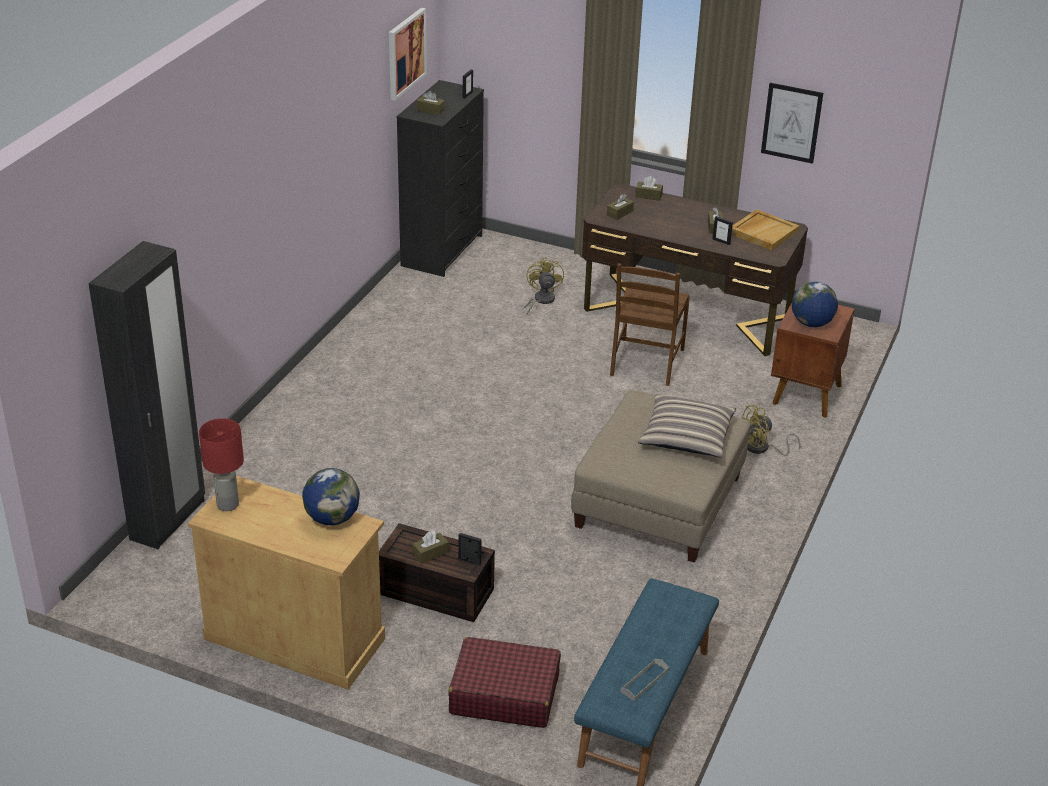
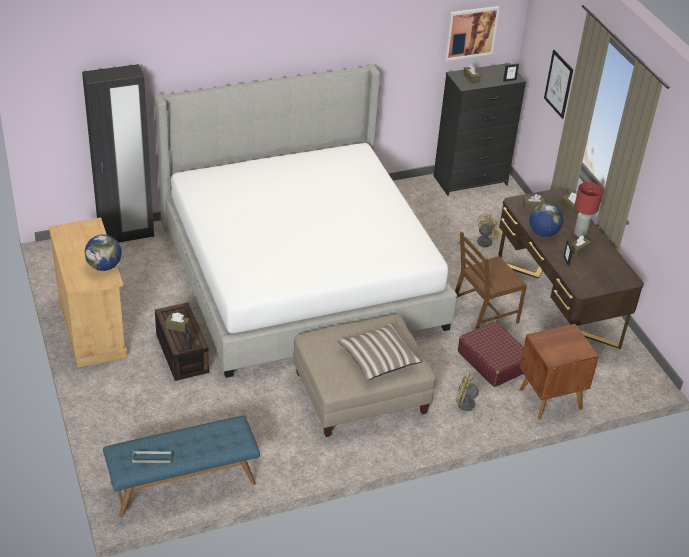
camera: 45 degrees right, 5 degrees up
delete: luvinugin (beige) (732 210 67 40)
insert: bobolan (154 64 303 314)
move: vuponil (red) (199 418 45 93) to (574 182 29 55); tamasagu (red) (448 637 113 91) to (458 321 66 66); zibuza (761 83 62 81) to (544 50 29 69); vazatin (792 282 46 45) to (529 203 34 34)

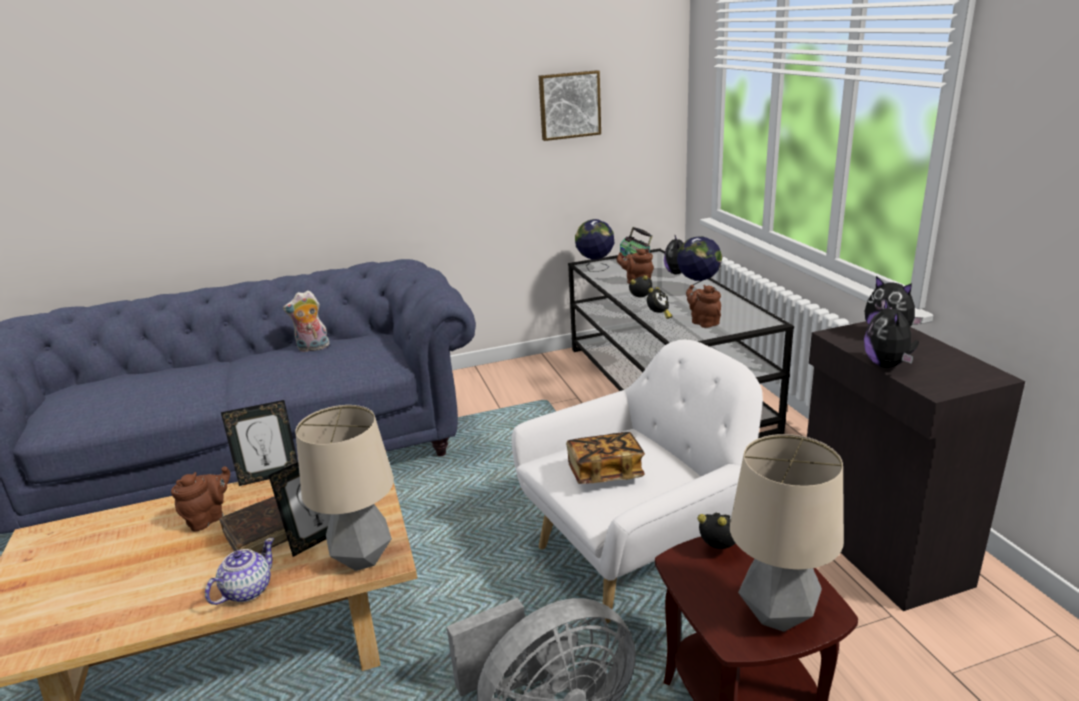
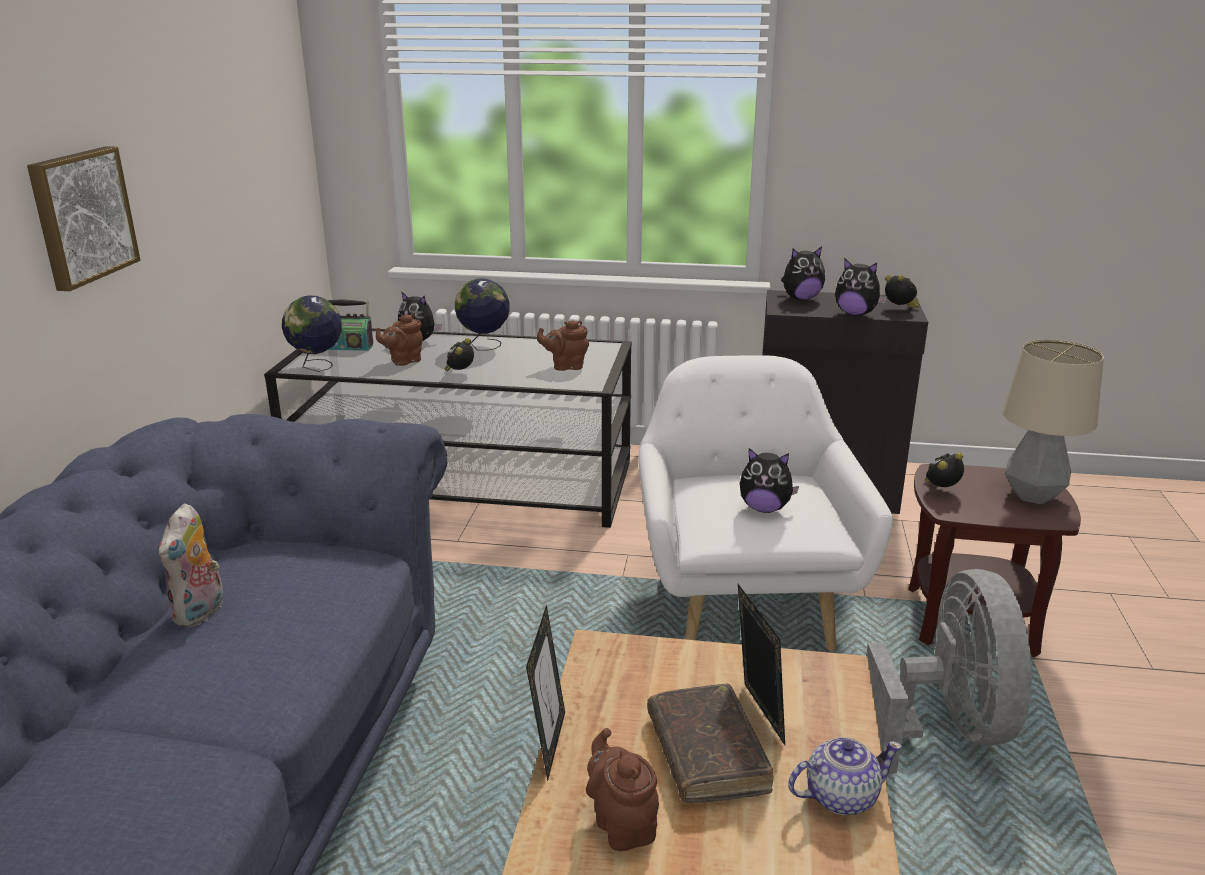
camera: 65 degrees left, 0 degrees up
delete: vuponil (295 405 99 166)
move: zibuza (539 70 62 71) to (27 146 114 145); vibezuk (647 287 25 32) to (885 274 35 34)
replace: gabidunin (566 432 79 52) to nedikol (740 448 59 65)
rotate: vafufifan (205 538 69 67) = (788 737 114 78) 105 degrees clockwise

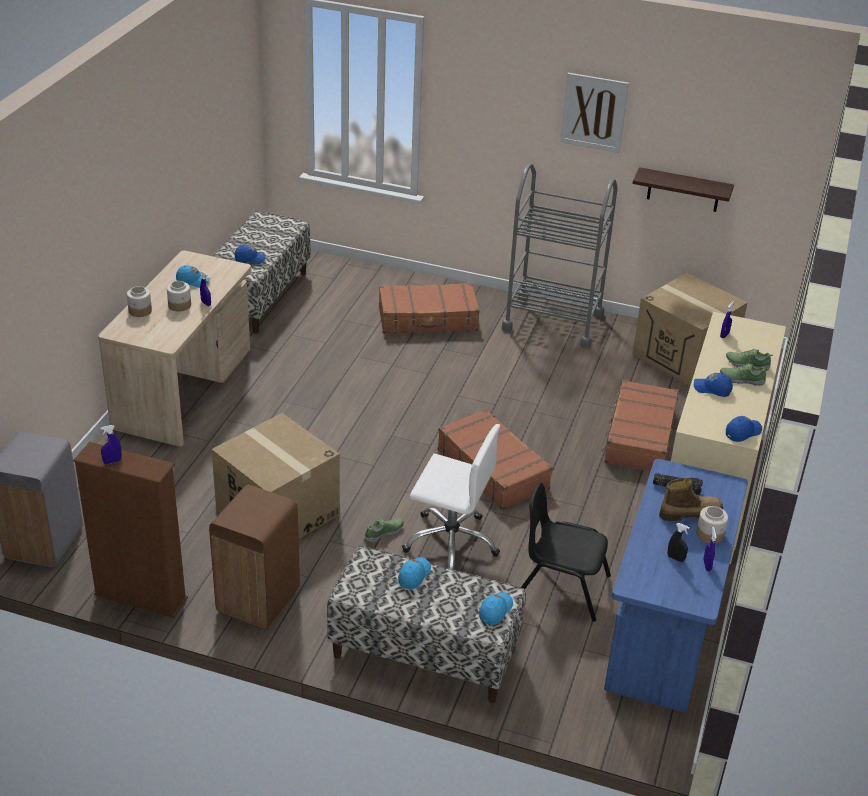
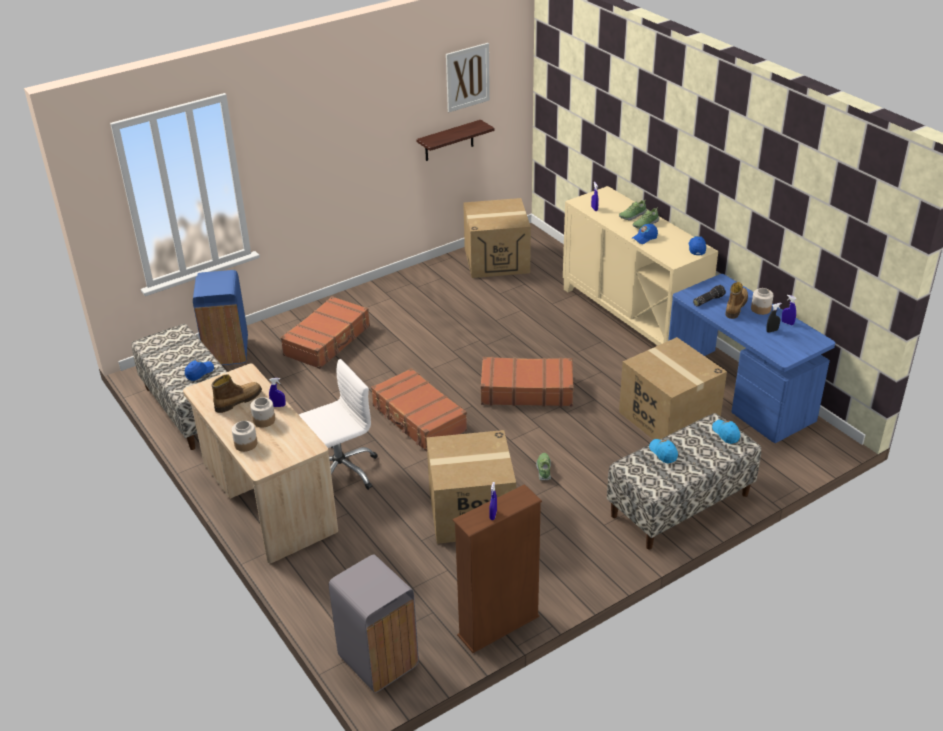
camera: 50 degrees left, 0 degrees up
delete: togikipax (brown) (209 485 91 145); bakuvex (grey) (502 164 116 184)
insert: togikipax (blue) (193 270 55 95)
move: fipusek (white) (402 424 98 146) to (299 359 79 131); zibuza (560 73 69 80) to (446 43 44 69); tamasagu (brown) (601 380 77 91) to (371 368 96 84)
replace: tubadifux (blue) (176 265 34 23) to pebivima (212 374 50 39); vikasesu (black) (521 482 90 140) to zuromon (619 337 108 103)

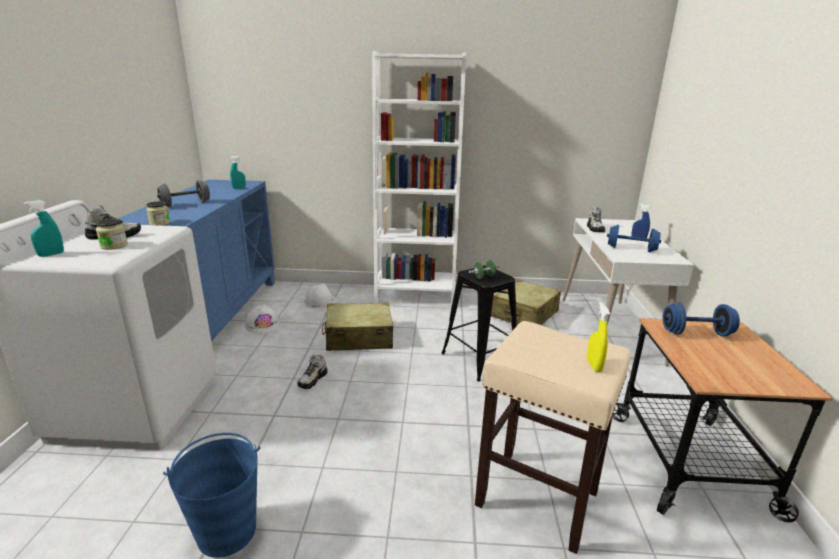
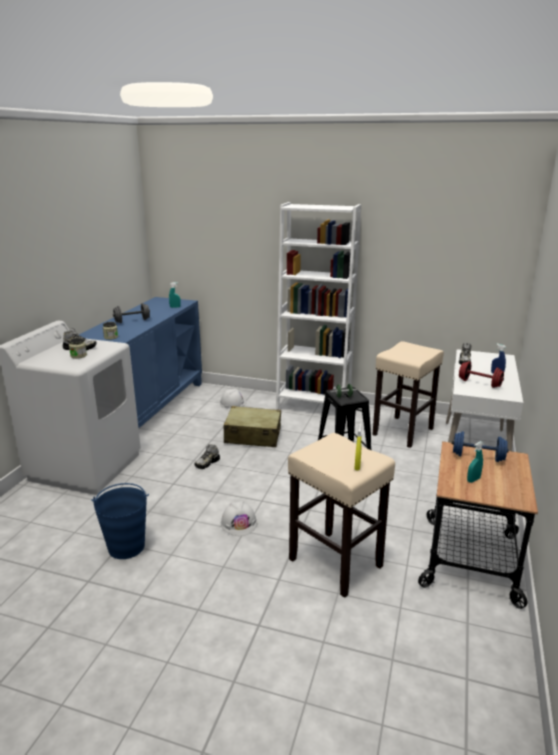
camera: 15 degrees right, 0 degrees up
move: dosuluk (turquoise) (24 200 40 57) to (467 441 17 42); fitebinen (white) (245 304 35 29) to (221 501 36 35)
replace: tamasagu (beige) (491 280 70 45) to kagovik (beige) (372 341 72 107)
recolor: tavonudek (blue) (607 225 54 27) to tavonudek (red) (459 361 45 27)

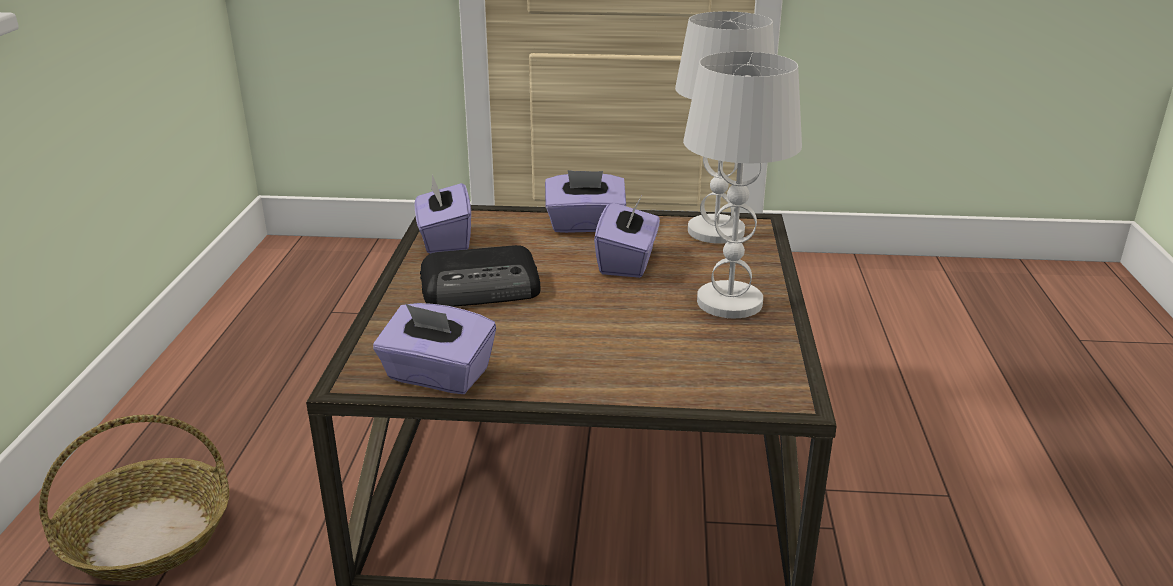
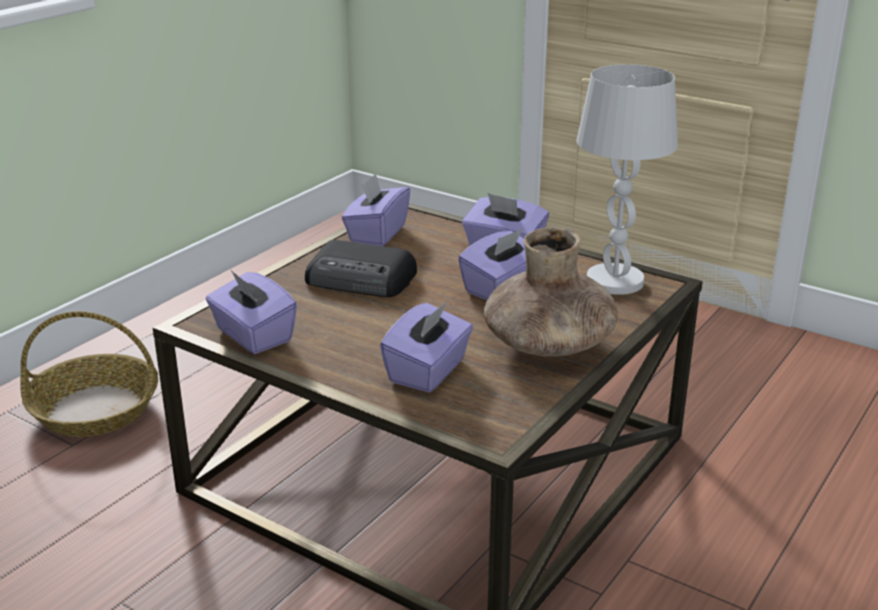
camera: 30 degrees right, 0 degrees up
insert: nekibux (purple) (380 301 93 91)
replace: vuponil (white) (683 52 119 266) to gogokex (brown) (484 227 134 130)

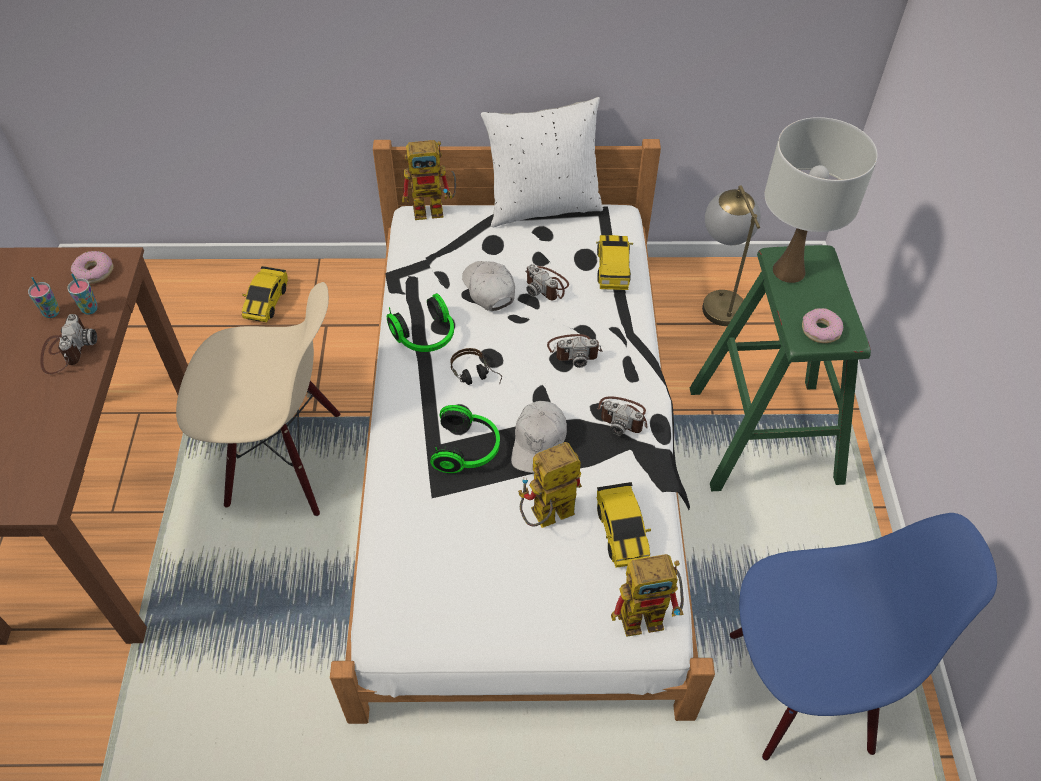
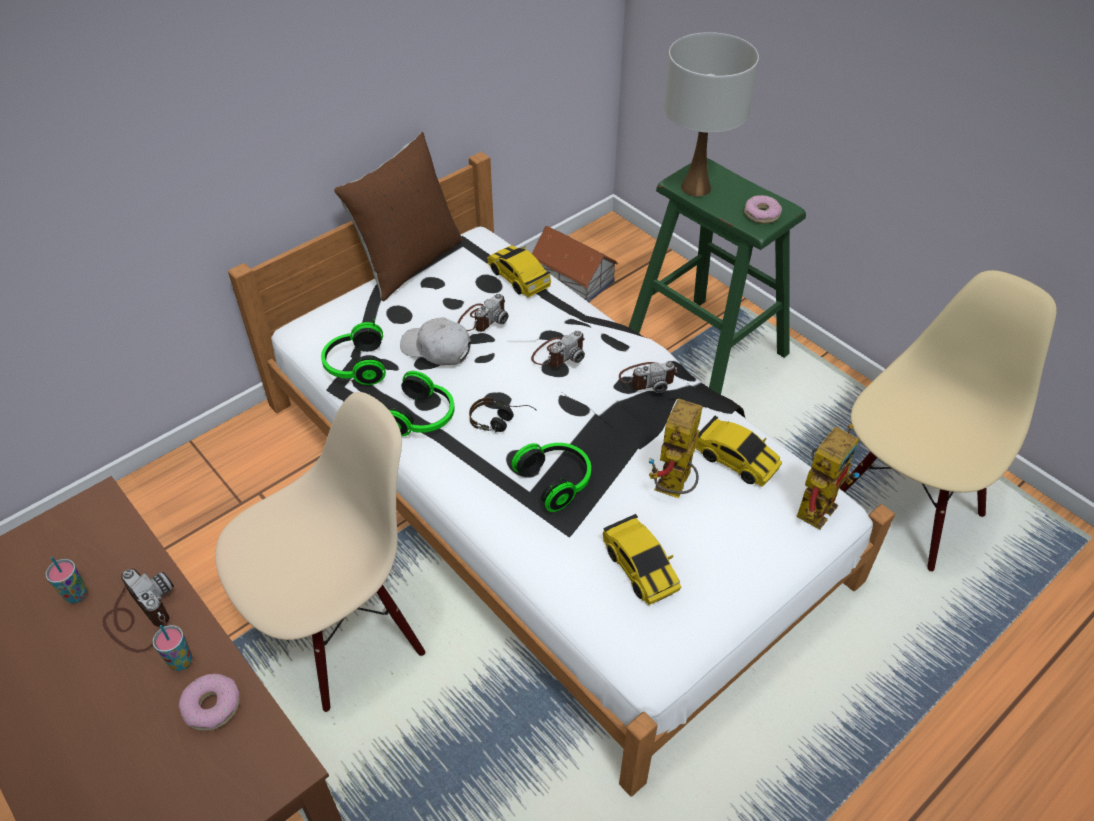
camera: 40 degrees left, 5 degrees down
delete: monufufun (402 140 54 80); tubadifux (white) (511 401 56 72)
insert: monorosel (321 318 65 67)
move: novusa (67 273 31 42) to (153 625 39 46); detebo (71 251 43 33) to (179 674 61 57); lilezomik (242 266 46 56) to (603 514 78 91)
replace: vuponil (702 185 59 141) to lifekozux (532 226 86 76)
recolor: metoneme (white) (481 97 122 130) to metoneme (brown) (334 132 129 169); vikasesu (blue) (730 513 267 247) to vikasesu (beige) (839 270 218 302)
rotate: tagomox (525 264 44 36) = (457 293 52 39) 60 degrees counterclockwise

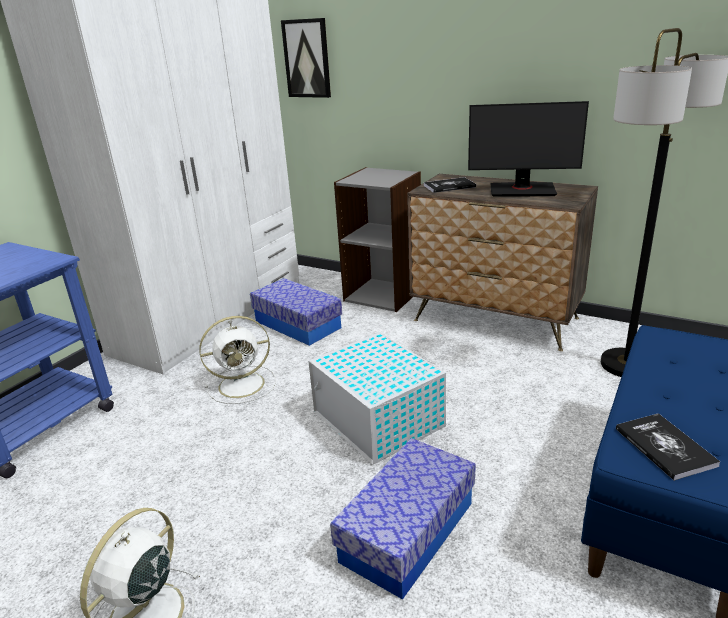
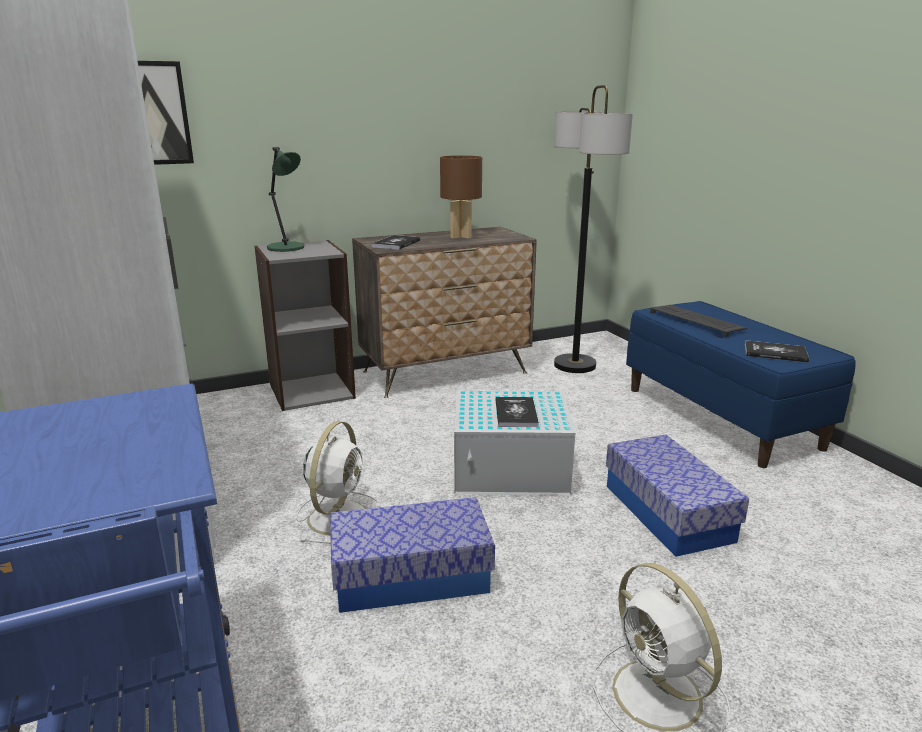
camera: 55 degrees left, 5 degrees down
insert: vuponil (green) (267 147 37 105); gabidunin (495 397 44 30); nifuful (650 305 98 32)
move: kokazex (250 278 92 68) to (330 497 165 116)
replace: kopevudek (468 101 121 96) to vuponil (brown) (440 155 42 84)

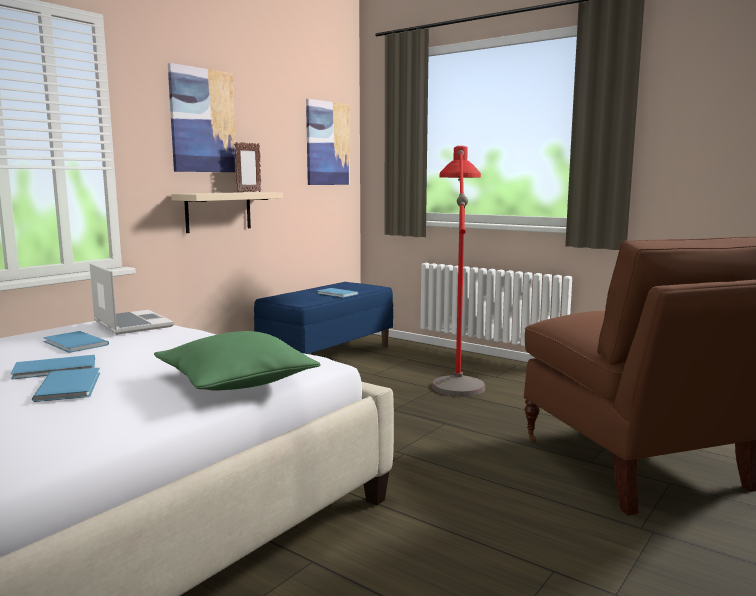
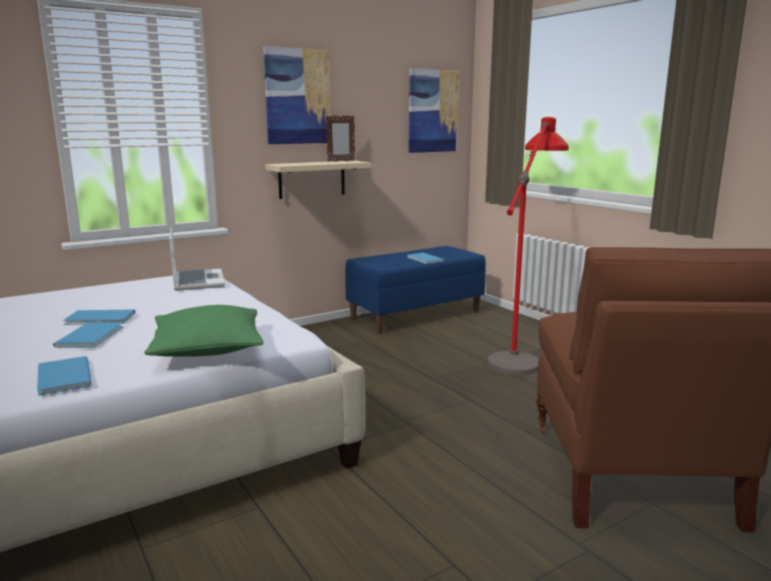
camera: 20 degrees right, 5 degrees up
move: gabidunin (blue) (43 331 66 22) to (37 356 55 40)

